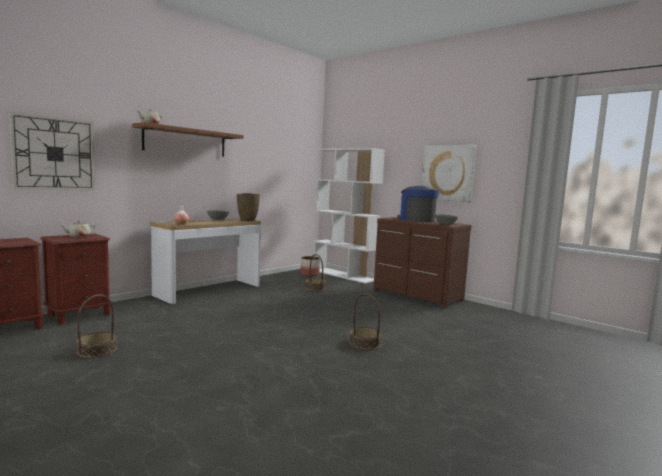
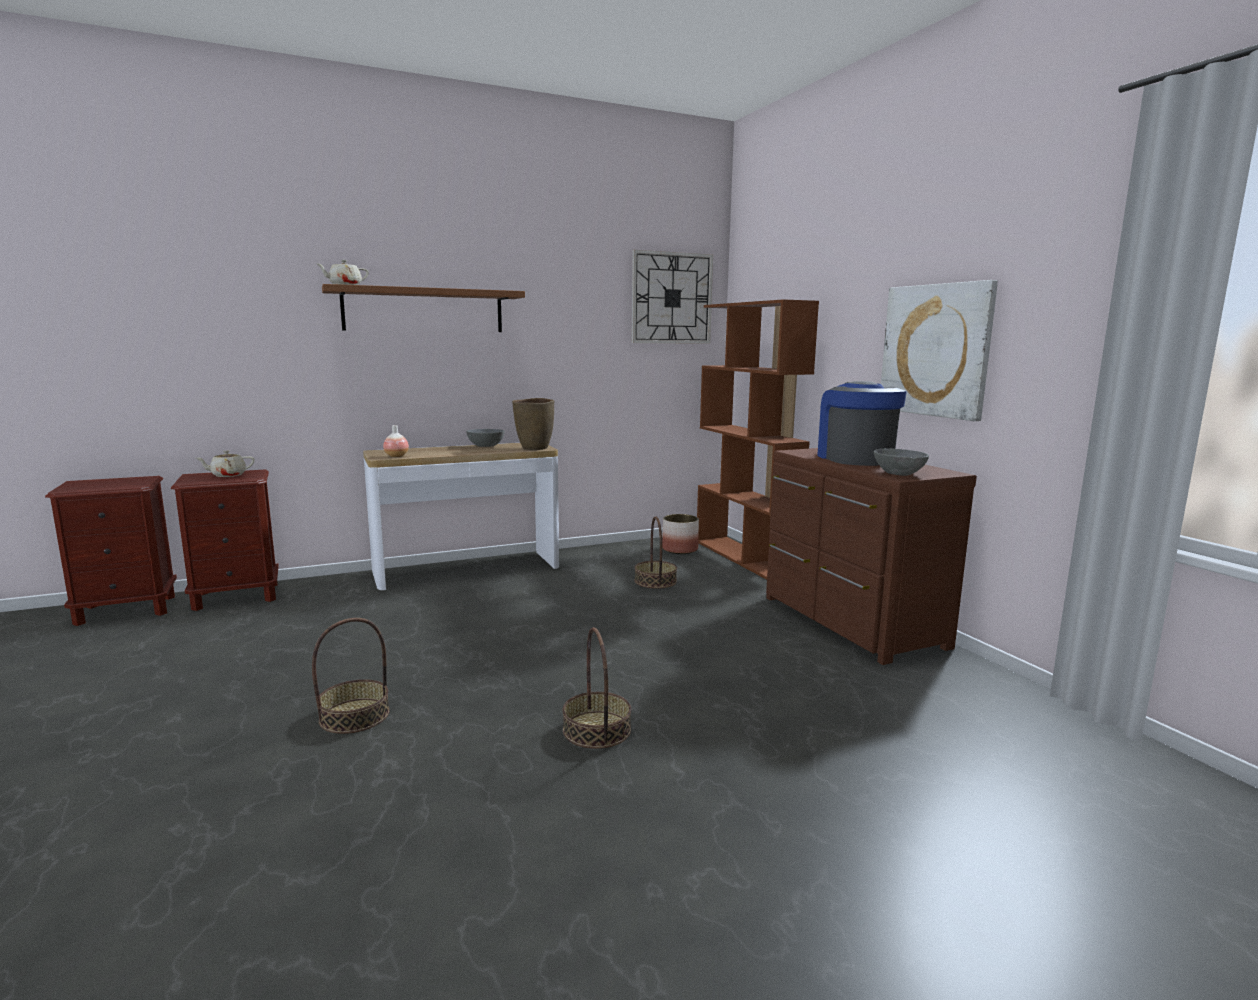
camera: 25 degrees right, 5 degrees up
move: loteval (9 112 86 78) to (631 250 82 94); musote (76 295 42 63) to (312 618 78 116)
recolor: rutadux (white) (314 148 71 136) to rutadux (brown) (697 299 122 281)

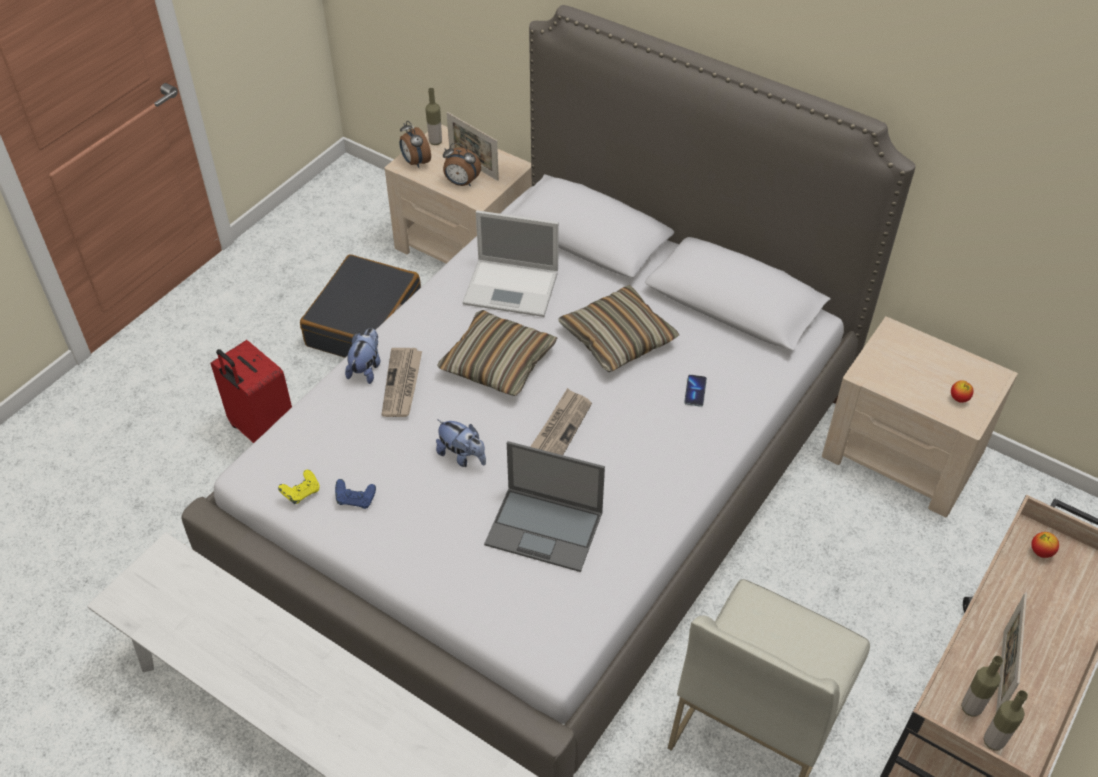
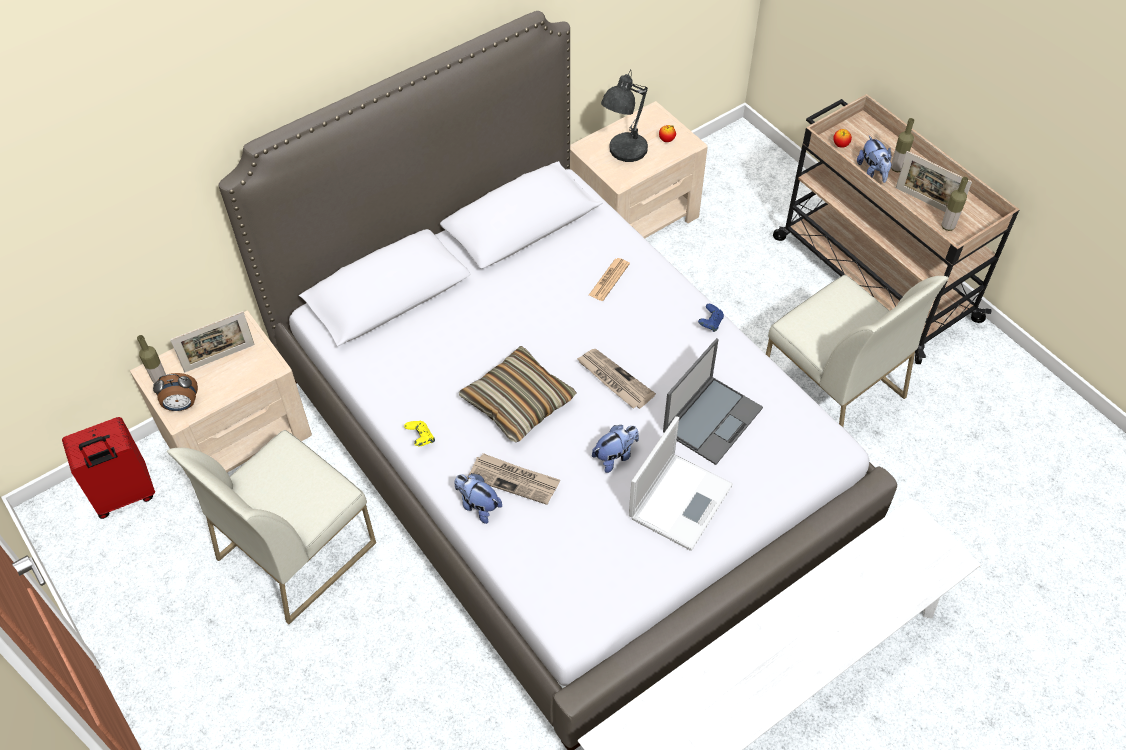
camera: 70 degrees left, 5 degrees up
delete: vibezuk (443 143 38 43); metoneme (559 285 120 87)
insert: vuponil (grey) (601 69 47 93); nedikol (857 136 35 47)
move: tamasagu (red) (211 340 81 103) to (62 417 93 102); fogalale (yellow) (278 470 41 34) to (404 421 31 25); fogalale (blue) (335 479 41 30) to (698 304 26 28); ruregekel (462 210 97 107) to (629 416 104 135); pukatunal (984 690 44 60) to (891 118 23 54)
replace: tamasagu (black) (300 254 121 104) to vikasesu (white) (167 430 209 195); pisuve (684 375 23 32) to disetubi (589 258 41 43)

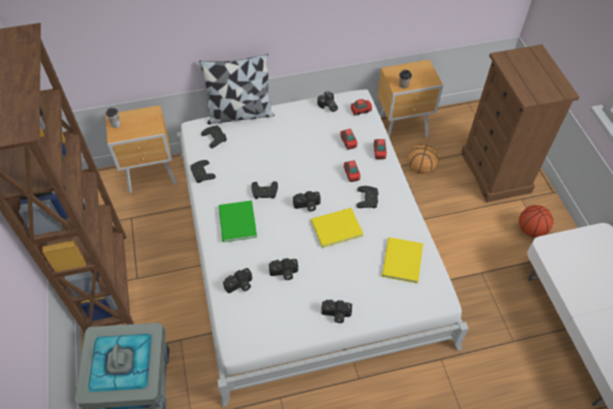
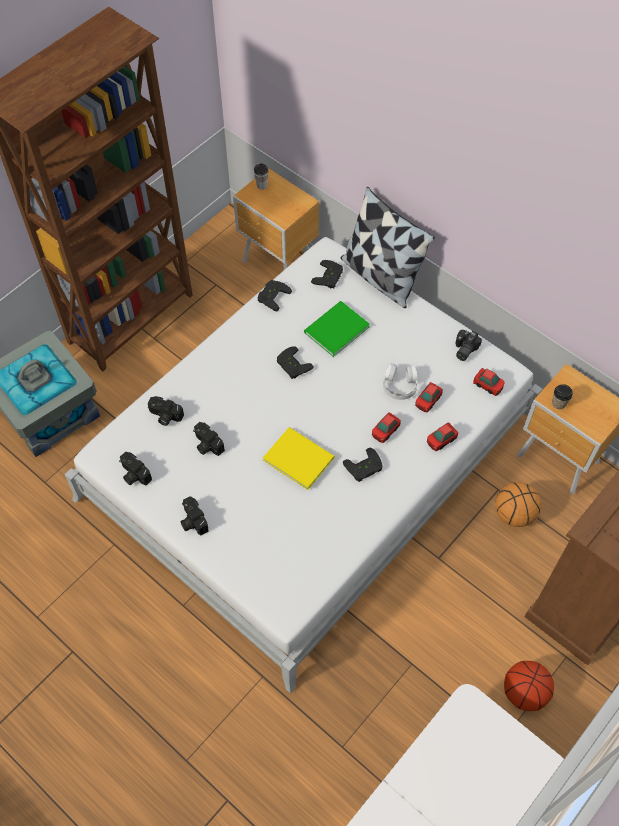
camera: 55 degrees right, 5 degrees up
delete: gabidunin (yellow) (382 237 41 47)
insert: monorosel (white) (383 363 35 37)
move: gabidunin (green) (219 200 38 42) to (304 301 66 56); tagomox (293 191 28 20) to (119 452 33 33)

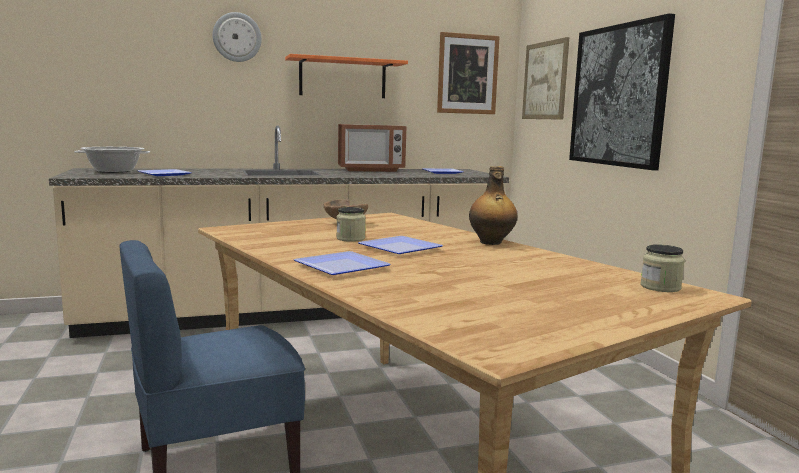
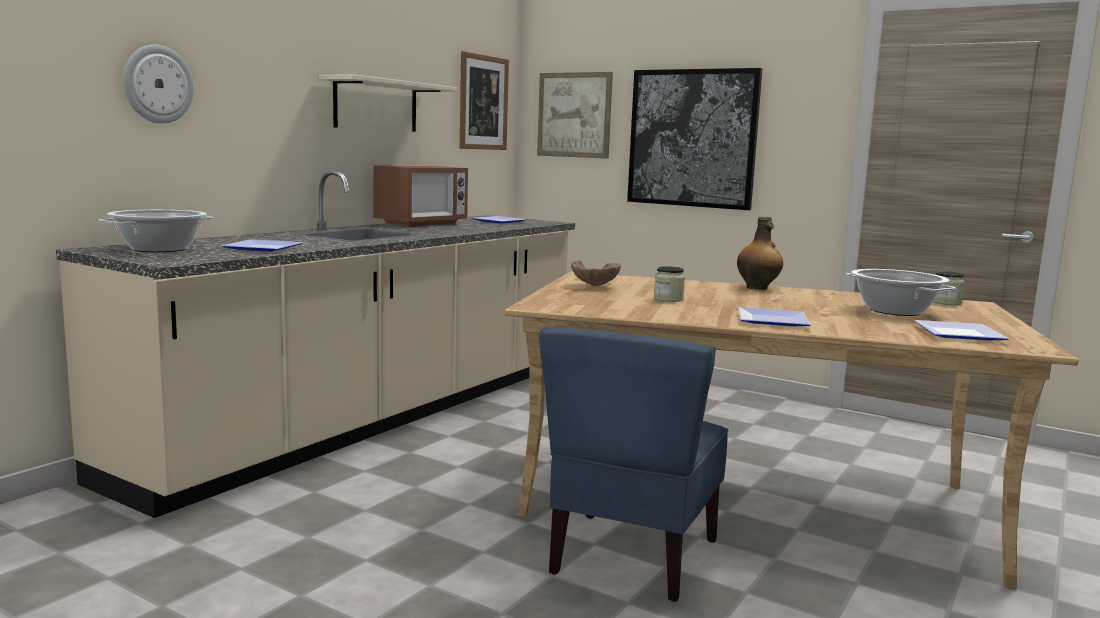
camera: 40 degrees left, 0 degrees up
insert: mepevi (845 269 111 47)
move: loteval (213 12 49 50) to (123 45 71 79); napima (358 236 85 18) to (914 320 95 20)
recolor: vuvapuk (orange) (285 54 123 44) to vuvapuk (beige) (319 74 139 58)

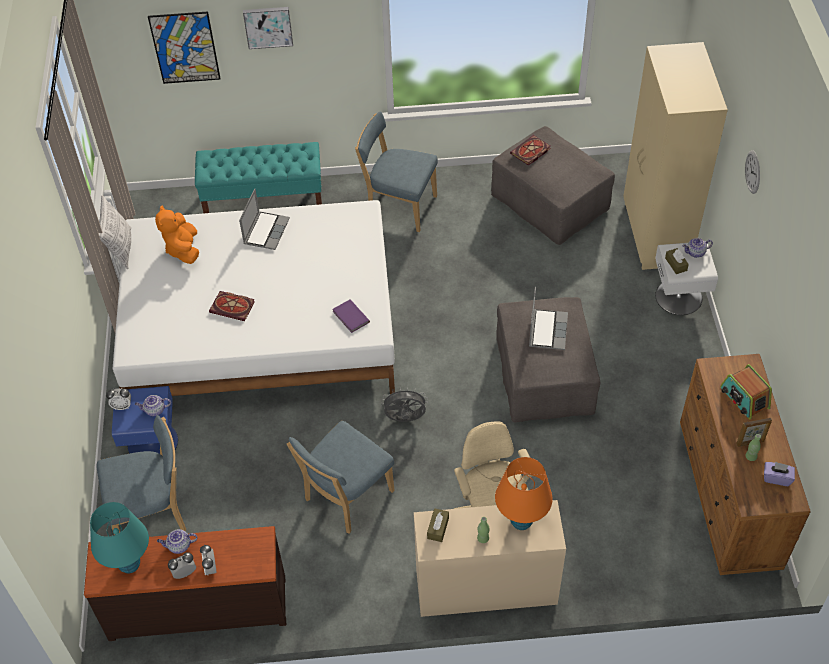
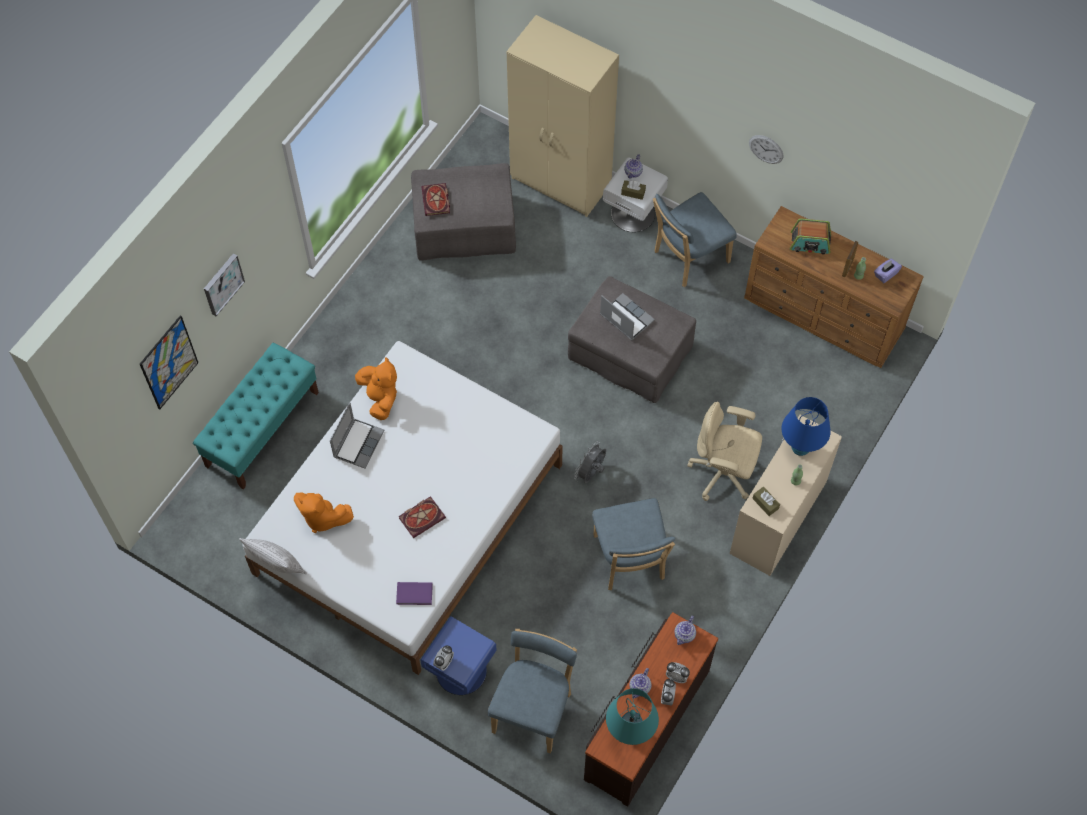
camera: 55 degrees left, 10 degrees up
insert: nedikol (orange) (355 357 42 63)
move: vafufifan (135 395 36 21) to (674 616 22 29); gabidunin (purple) (332 299 38 34) to (396 582 37 23); vikasesu (blue) (355 111 83 121) to (653 192 84 95); loteval (745 150 15 44) to (749 135 34 29)
recolor: vuponil (orange) (495 457 57 73) to vuponil (blue) (782 397 49 59)
rotate: ruregekel (239 189 51 61) = (330 402 54 67) 60 degrees clockwise

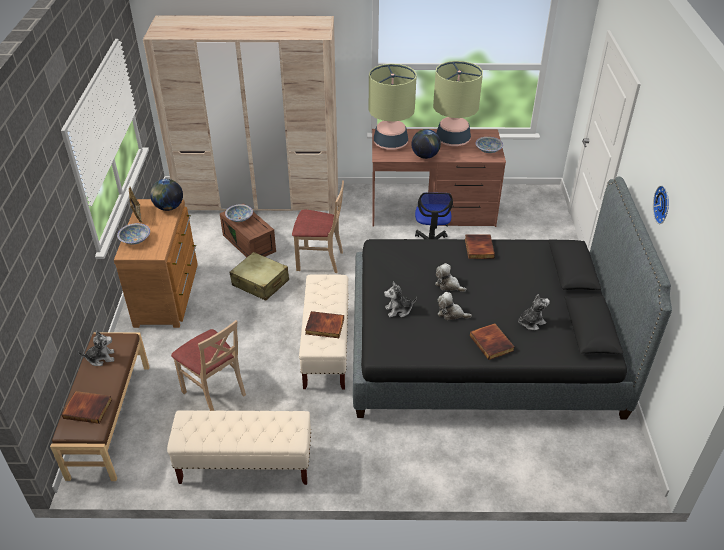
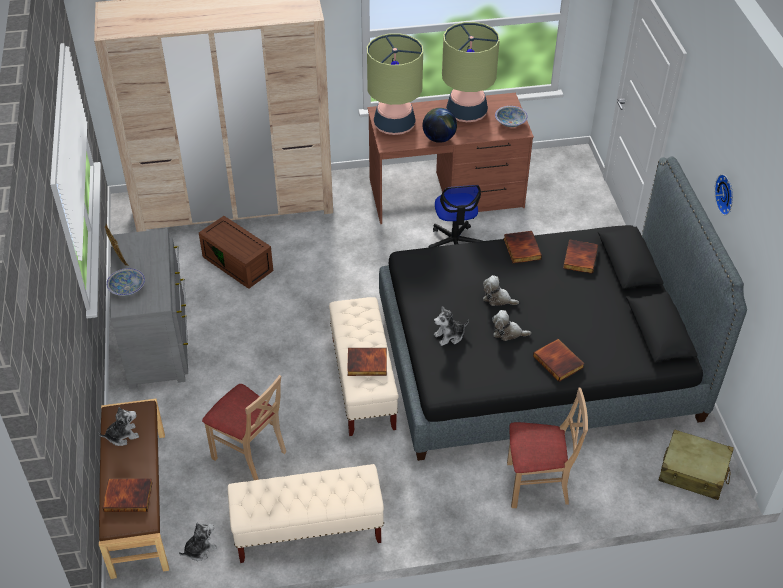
camera: 10 degrees left, 5 degrees up
delete: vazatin (150 179 33 32); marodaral (225 204 28 18)
insert: gabidunin (563 239 35 35)
move: tamasagu (beige) (230 252 59 49) to (659 429 75 71); vikasesu (beige) (292 180 52 93) to (507 388 81 120); nedikol (518 294 32 36) to (179 523 38 38)
recolor: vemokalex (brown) (114 199 84 129) to vemokalex (grey) (110 229 78 160)

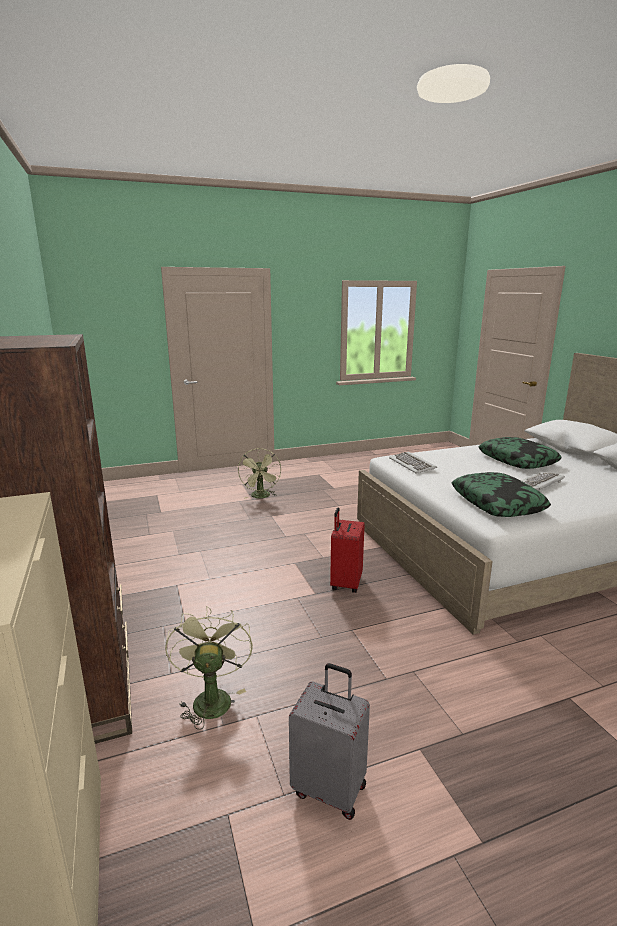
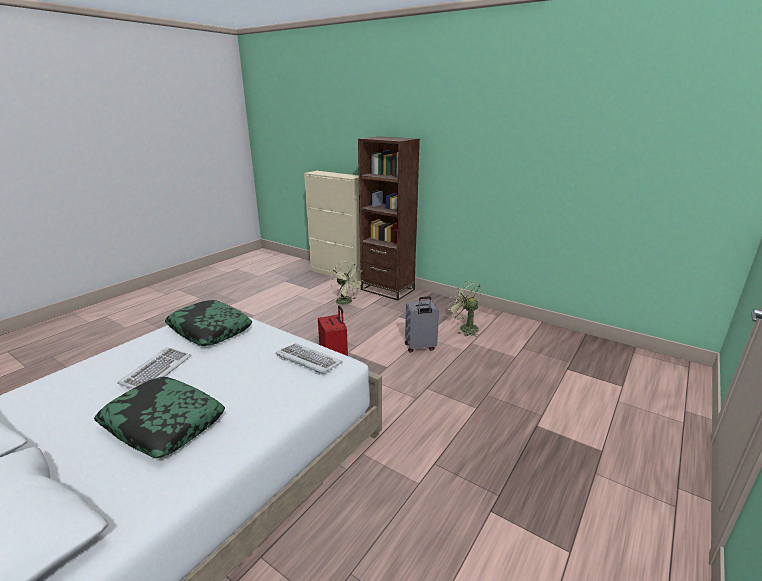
camera: 145 degrees right, 5 degrees up
move: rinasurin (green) (238 448 43 51) to (447 281 35 56); tamasagu (grey) (289 663 81 157) to (405 297 34 56)

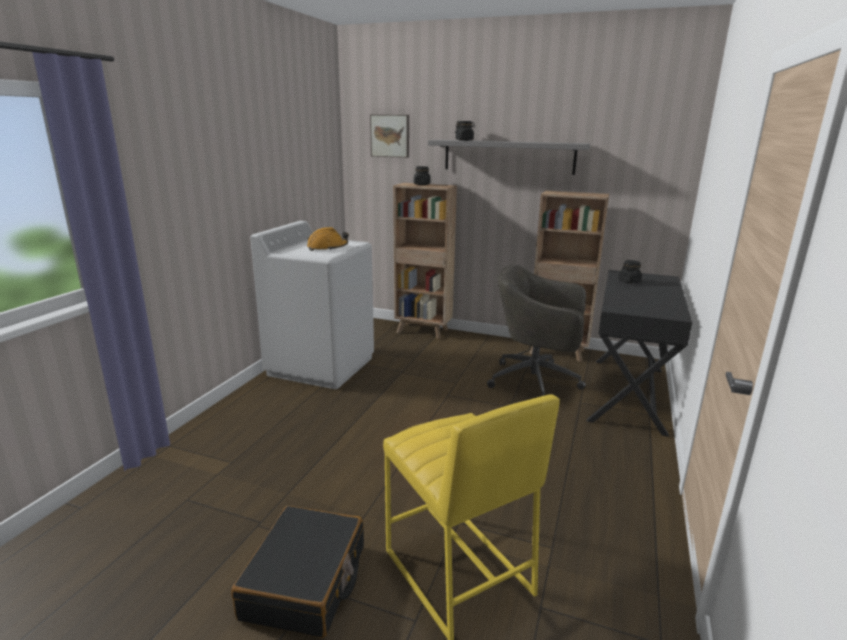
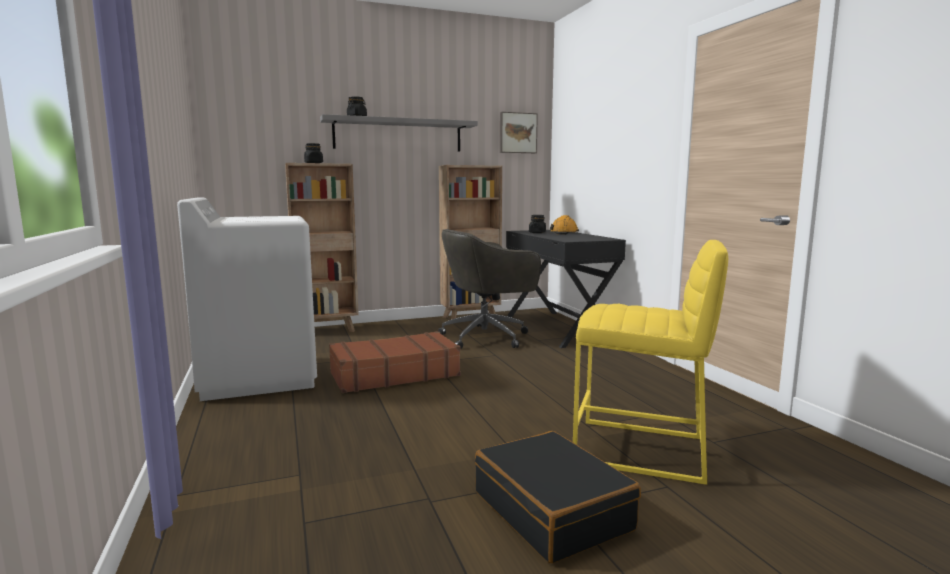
camera: 40 degrees left, 10 degrees down
insert: tamasagu (brown) (329 331 132 62)
move: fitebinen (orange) (307 227 42 24) to (550 215 29 20); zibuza (370 114 39 44) to (500 112 38 41)

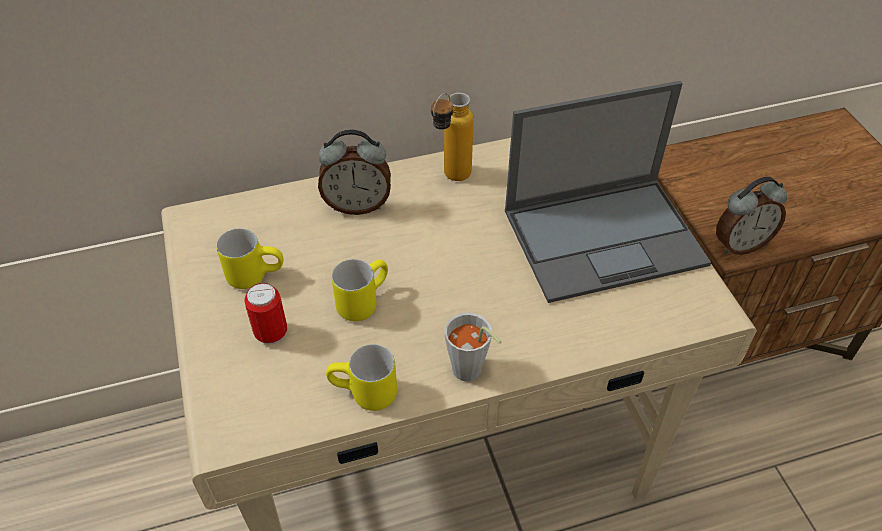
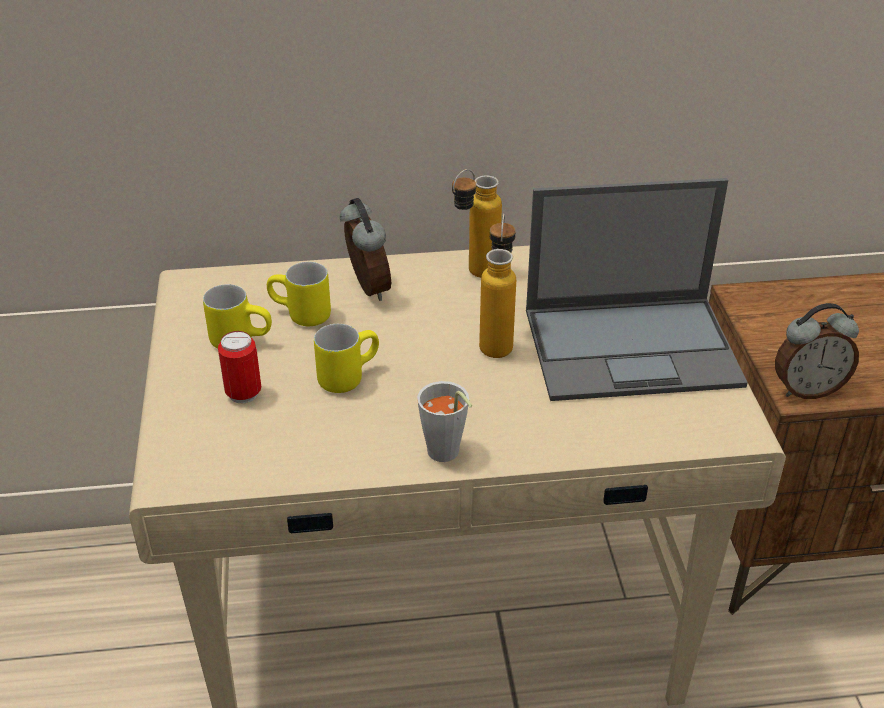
camera: 10 degrees right, 10 degrees down
insert: pukatunal (479 214 37 144)
move: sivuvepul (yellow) (326 344 71 67) to (267 262 64 64)
rotate: vibezuk (318 129 73 86) = (340 198 51 103) 120 degrees counterclockwise

